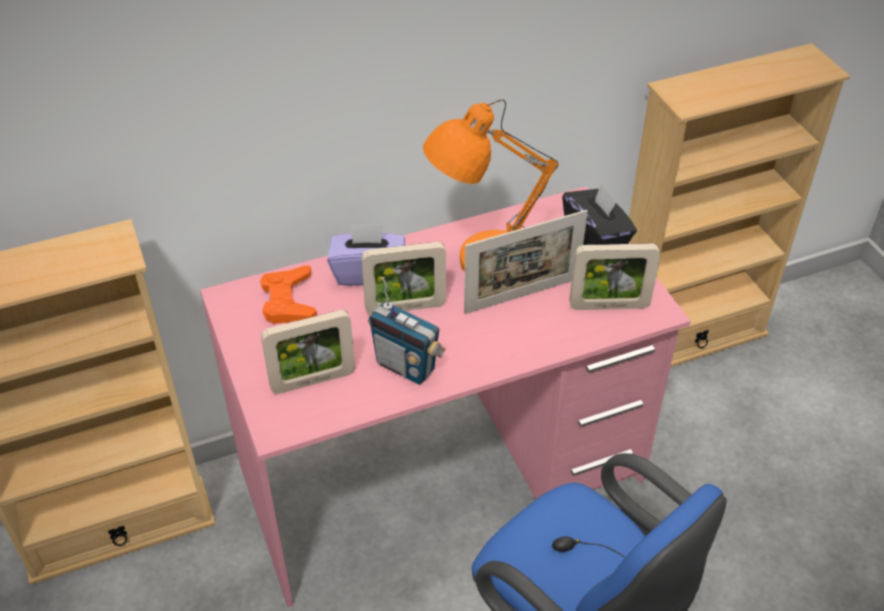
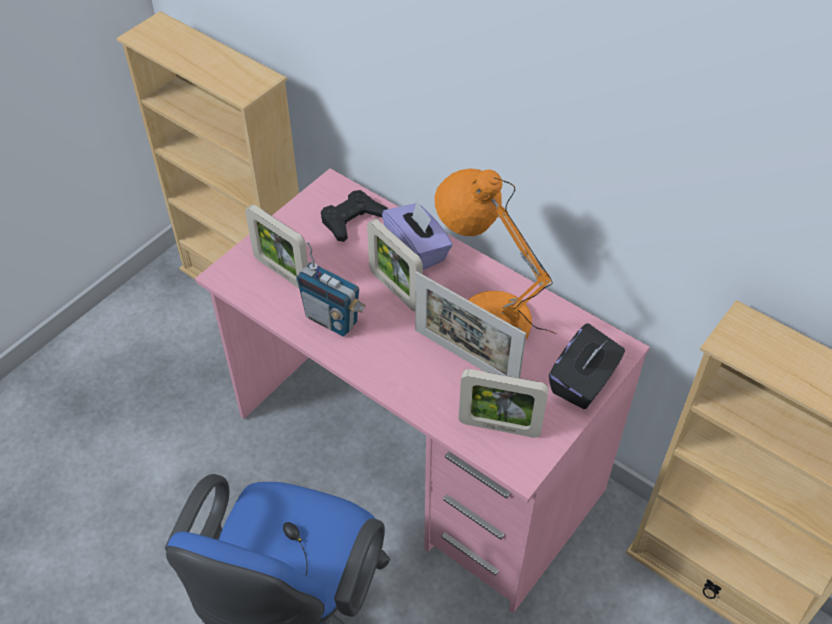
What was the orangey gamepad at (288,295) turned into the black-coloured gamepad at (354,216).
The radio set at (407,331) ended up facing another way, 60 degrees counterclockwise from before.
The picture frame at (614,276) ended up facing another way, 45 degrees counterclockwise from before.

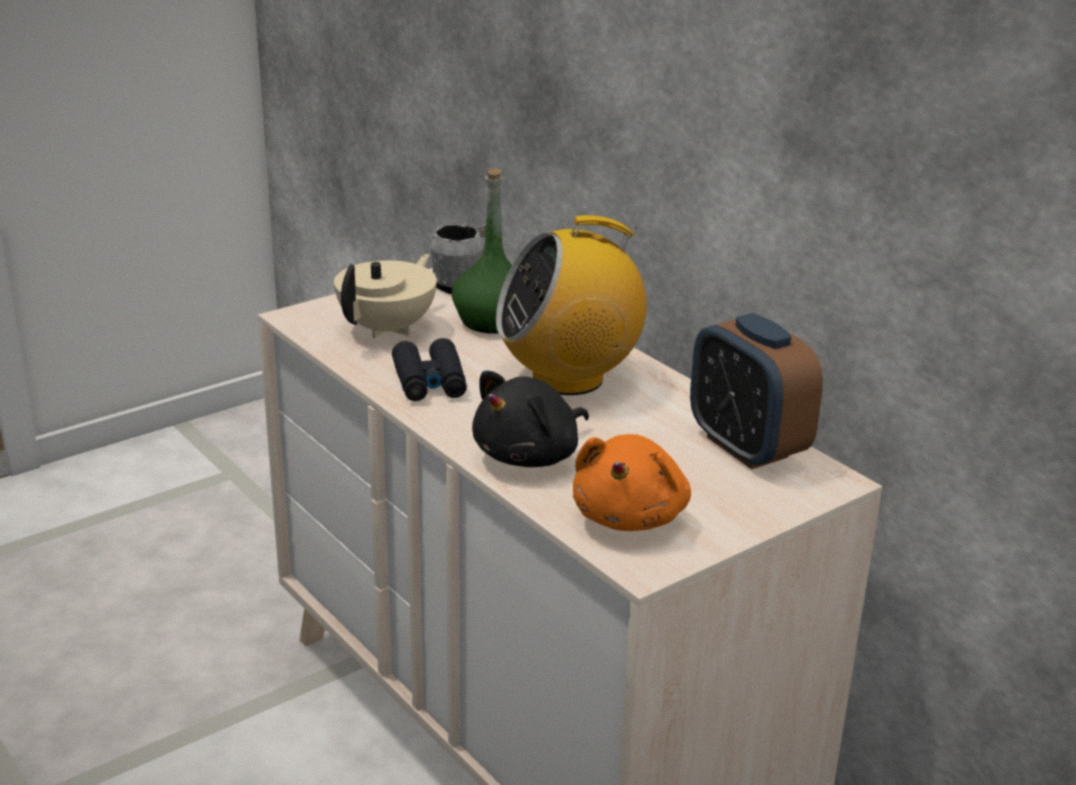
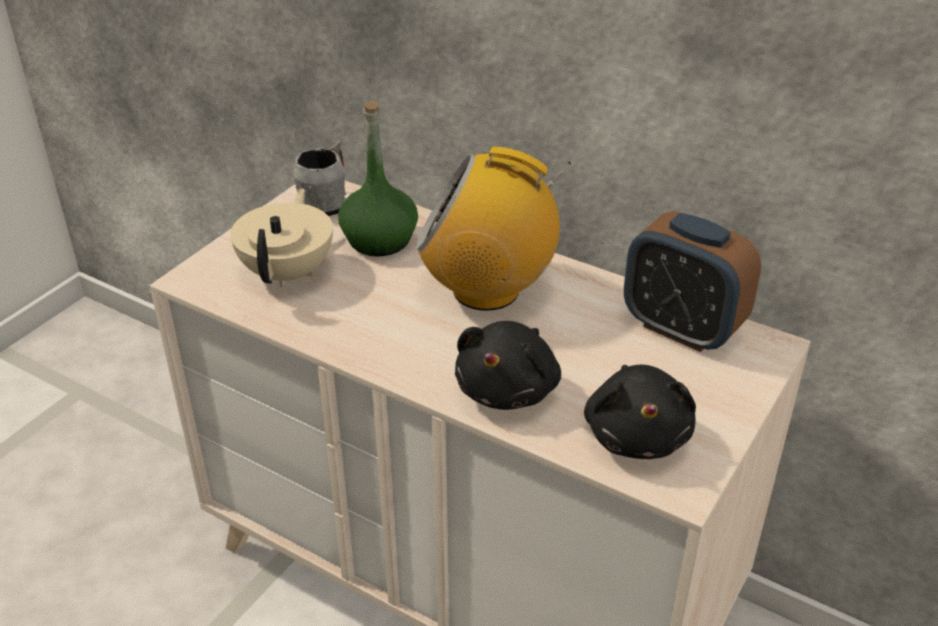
The second view lost the black-coloured pair of binoculars at (429,369).
The radio set at (571,305) ended up facing another way, 45 degrees clockwise from before.
What was the orangey soft toy at (632,482) turned into the black-coloured soft toy at (640,412).

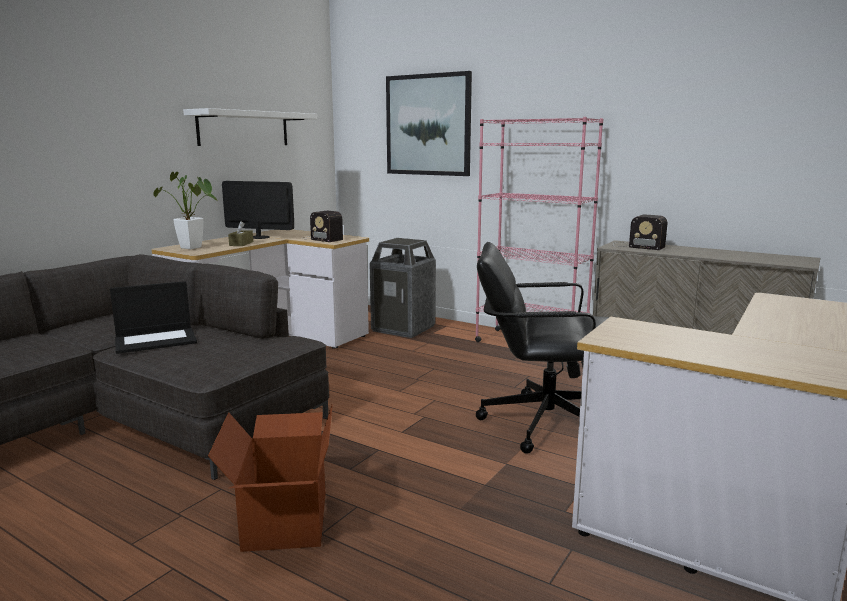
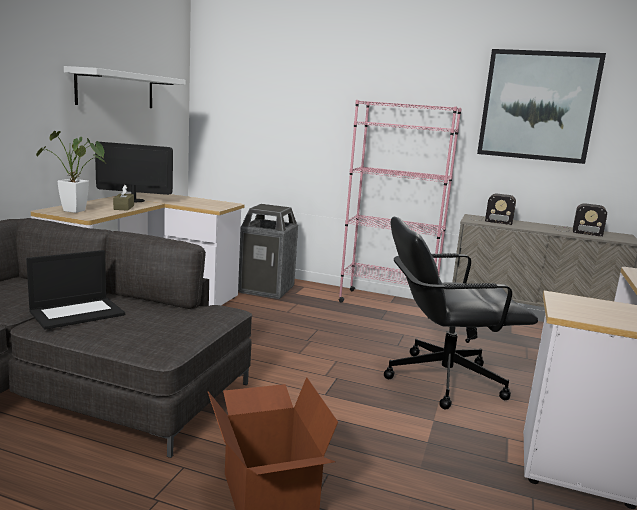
The radio set ended up elsewhere, having gone from (323,226) to (580,220).
The wall art ended up elsewhere, having gone from (429,123) to (541,106).

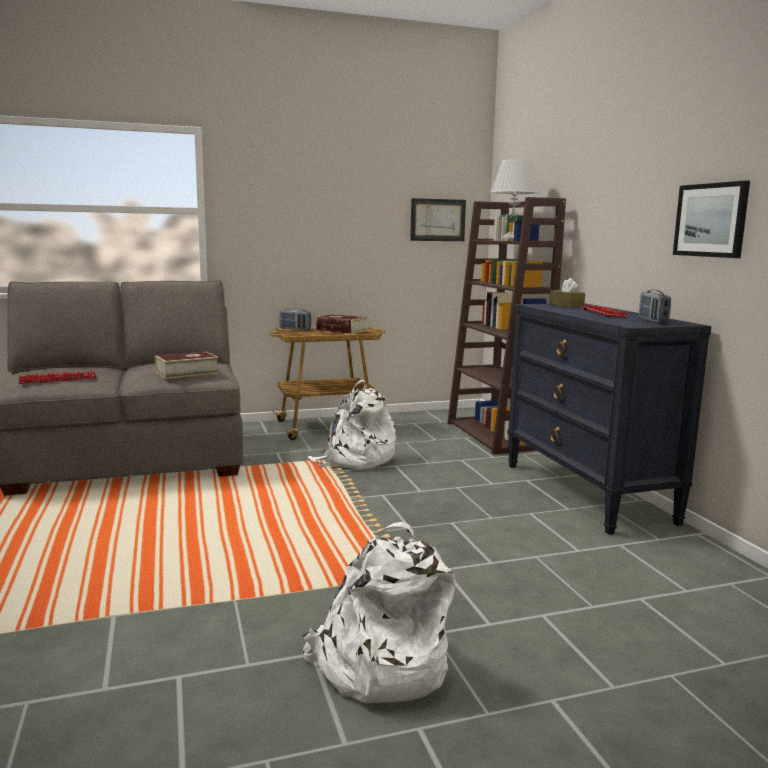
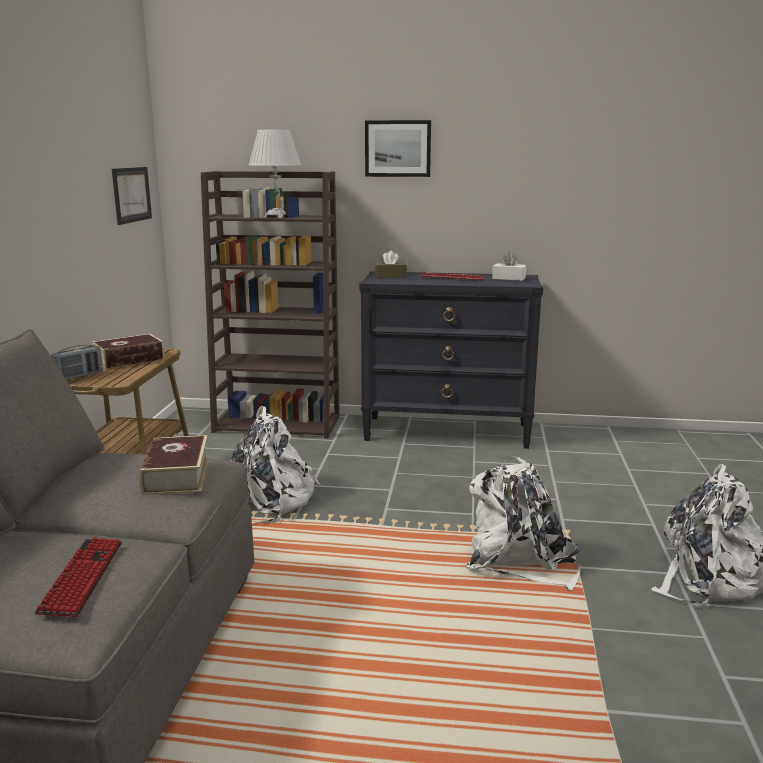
Where the radio set stood at (655,307), the white tissue box came to stand at (509,266).
The wall art ended up elsewhere, having gone from (711,219) to (398,148).
The second view gained the white knapsack at (523,523).

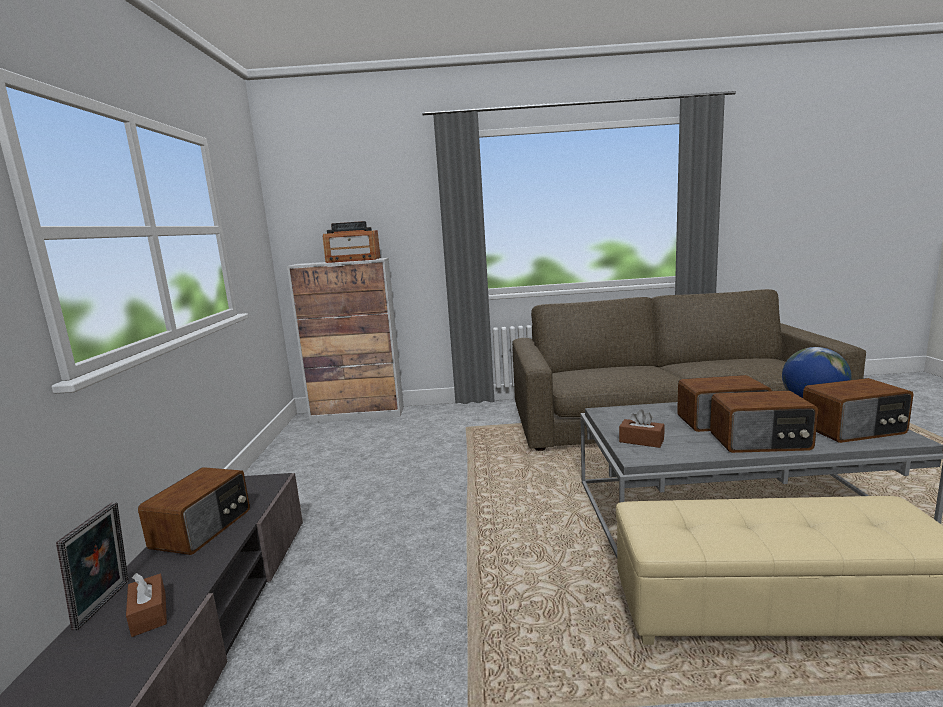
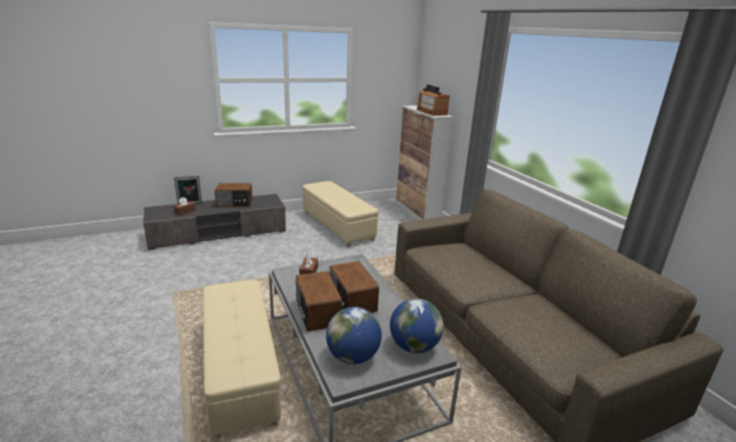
Where the radio set stood at (858,410), the desk globe came to stand at (354,335).
The second view gained the sand-coloured pouffe at (340,214).

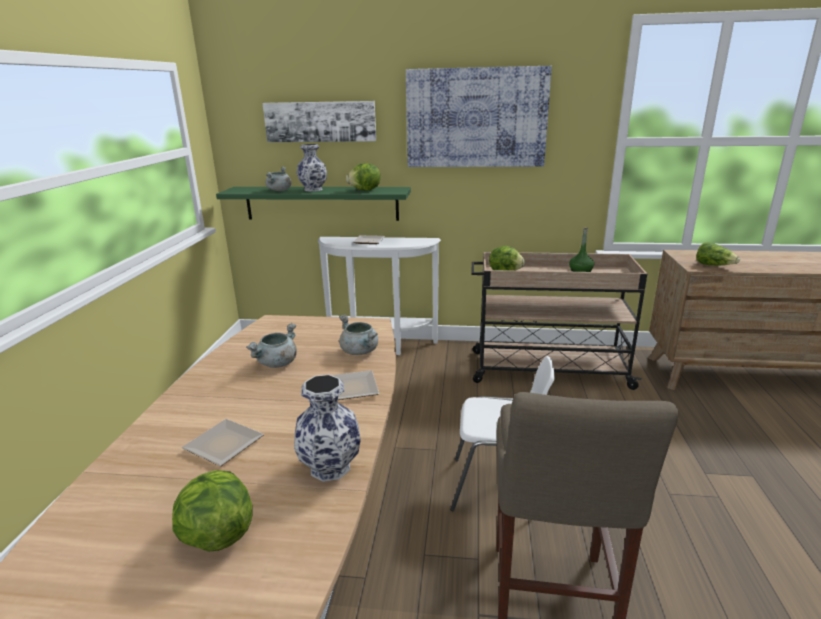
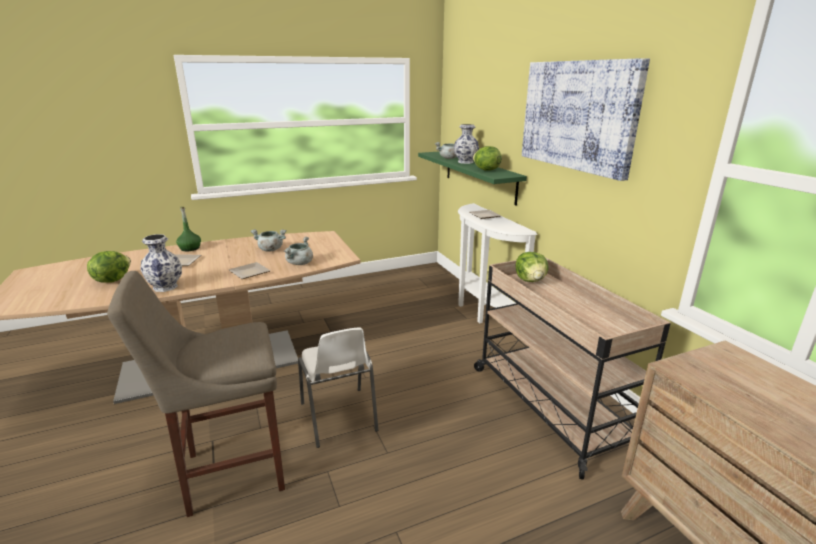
The second view lost the wall art at (319,121).
The green beverage bottle ended up elsewhere, having gone from (581,249) to (188,229).
The second view lost the head of lettuce at (718,253).

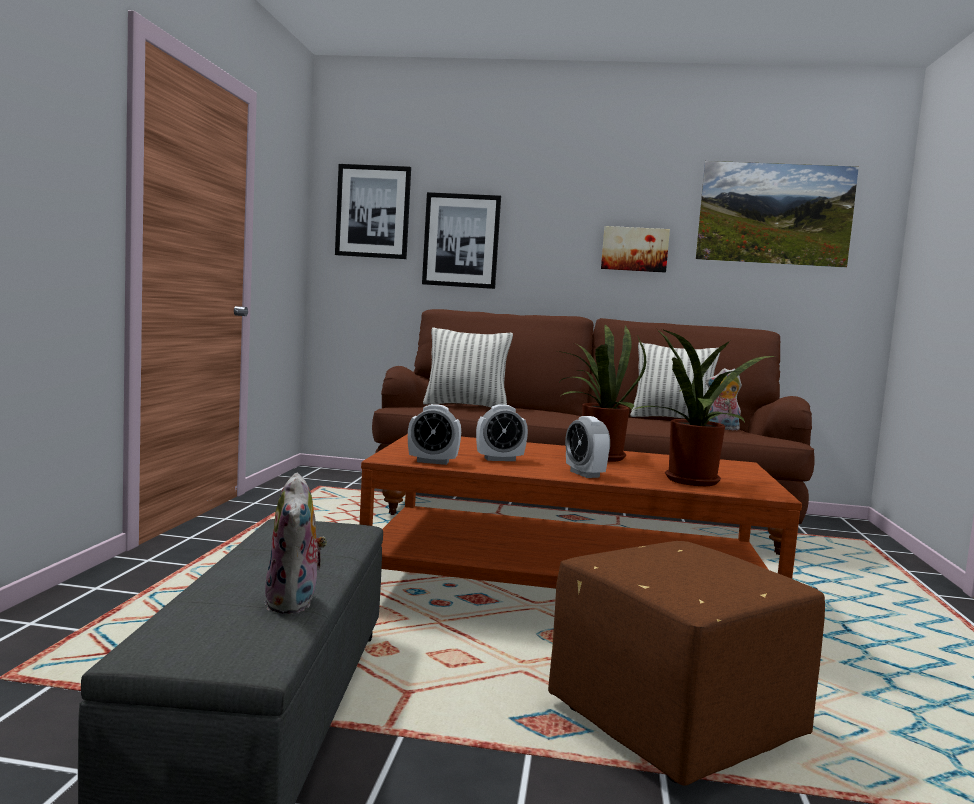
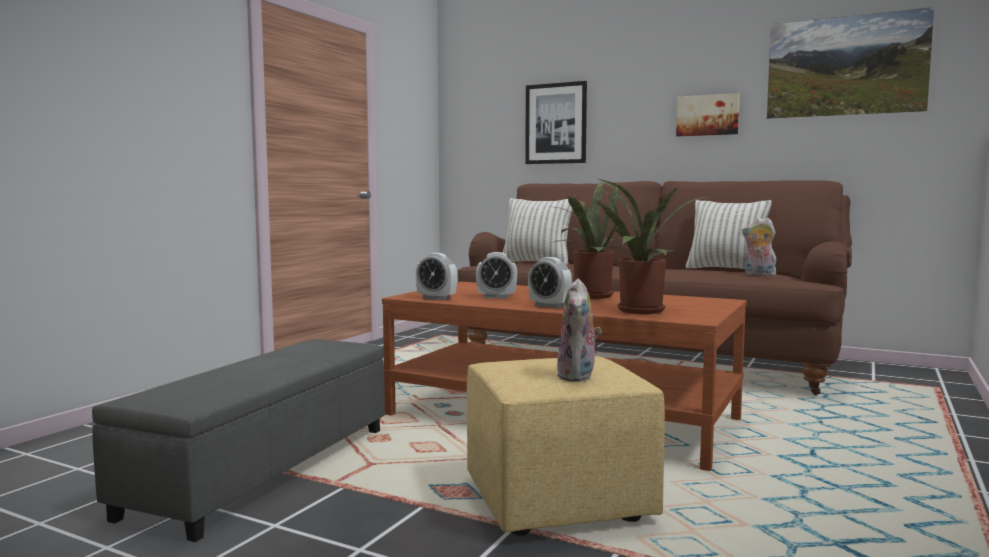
The soft toy ended up elsewhere, having gone from (295,543) to (579,330).
The second view lost the wall art at (373,211).
What was the brown-coloured pouffe at (686,663) turned into the yellow-coloured pouffe at (566,446).
The table clock at (587,447) ended up facing another way, 45 degrees counterclockwise from before.

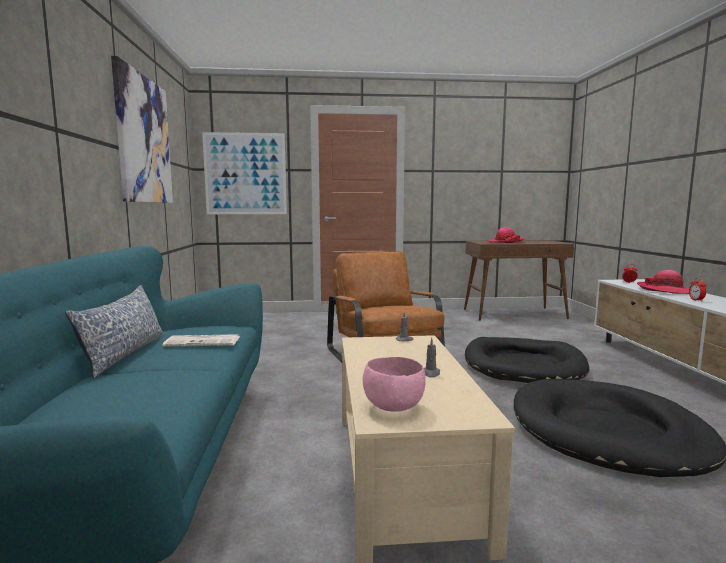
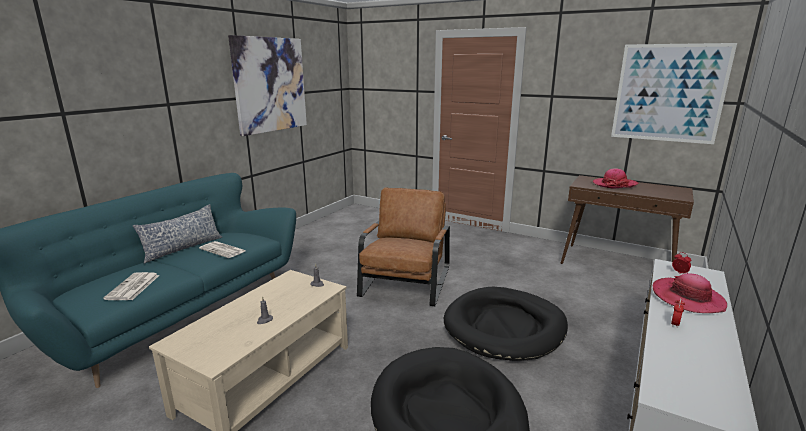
The wall art ended up elsewhere, having gone from (244,173) to (674,93).
The second view lost the pink bowl at (394,384).
The second view gained the daily paper at (131,286).

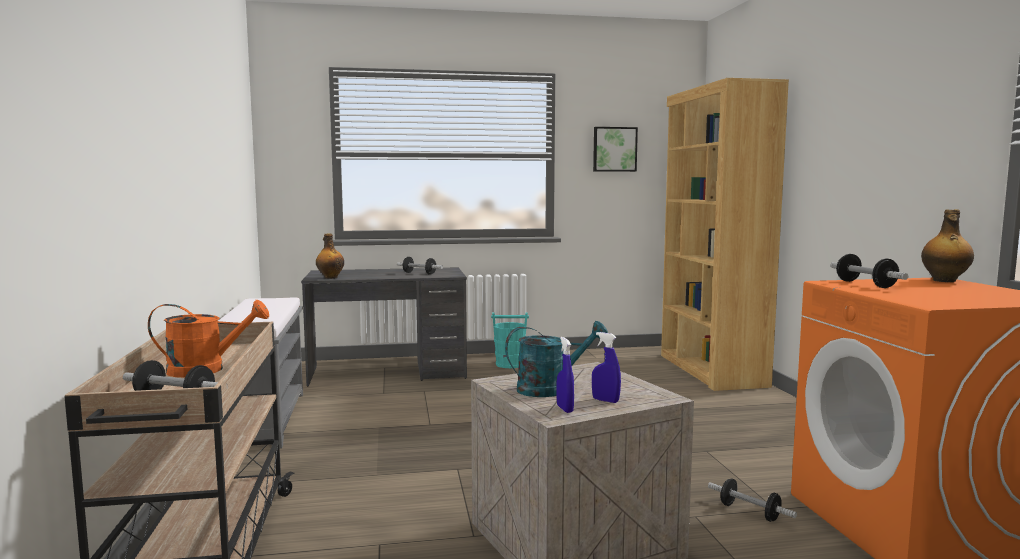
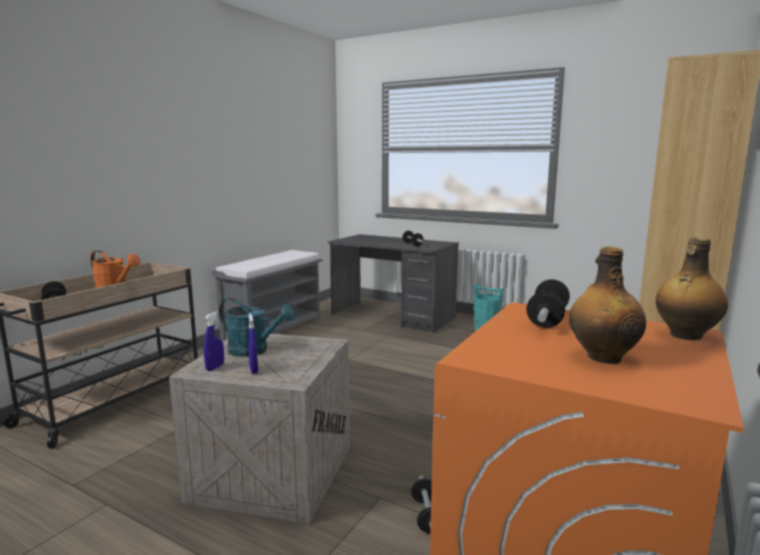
The beverage bottle ended up elsewhere, having gone from (330,256) to (607,305).
The second view lost the wall art at (615,149).

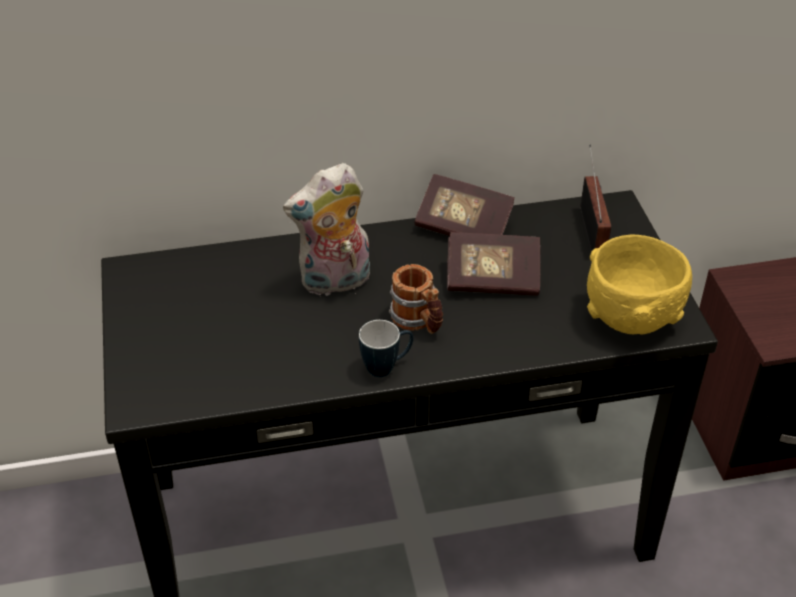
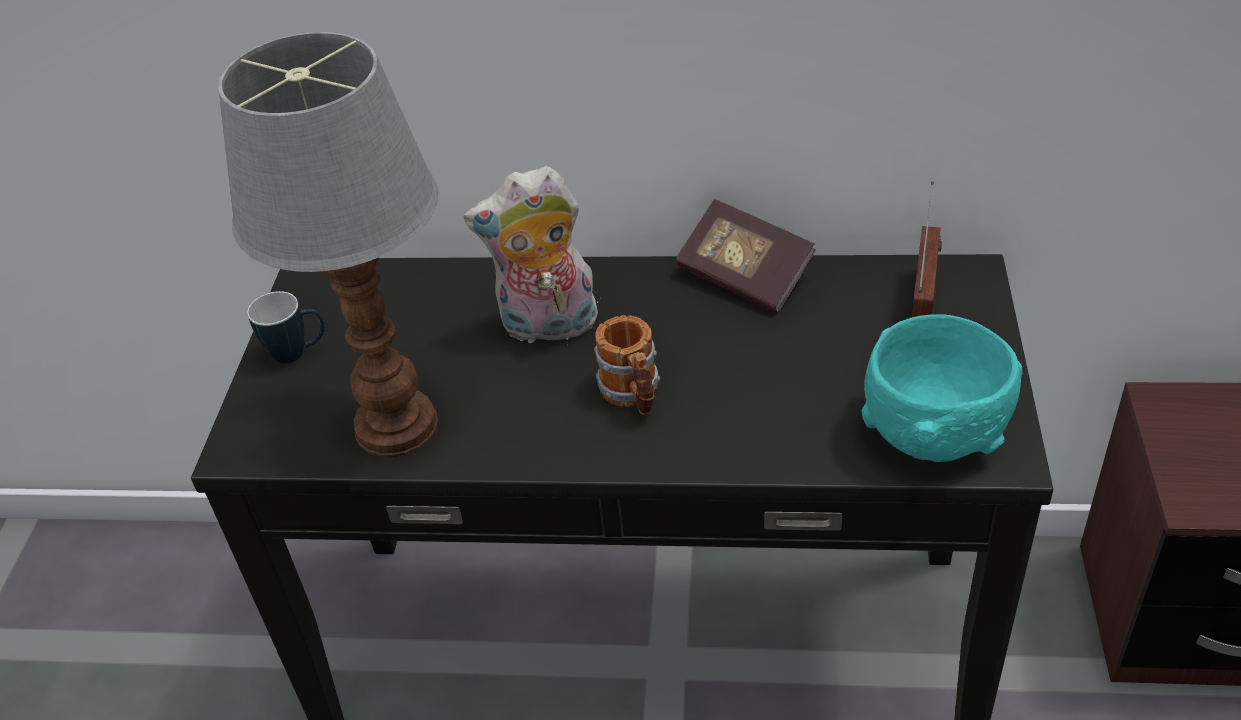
The tea mug ended up elsewhere, having gone from (386,348) to (286,327).
The second view lost the book at (493,264).
What was the yellow-coloured bowl at (639,285) turned into the turquoise bowl at (941,388).
The second view gained the lamp for a table at (328,244).

